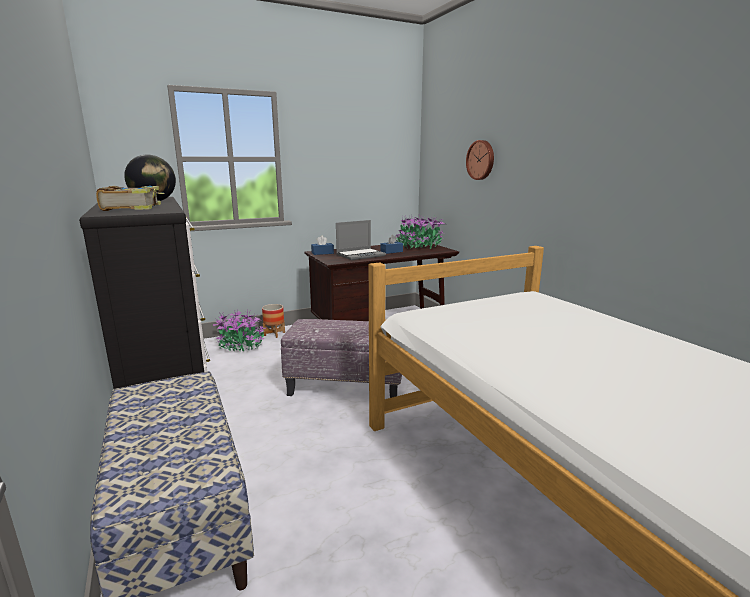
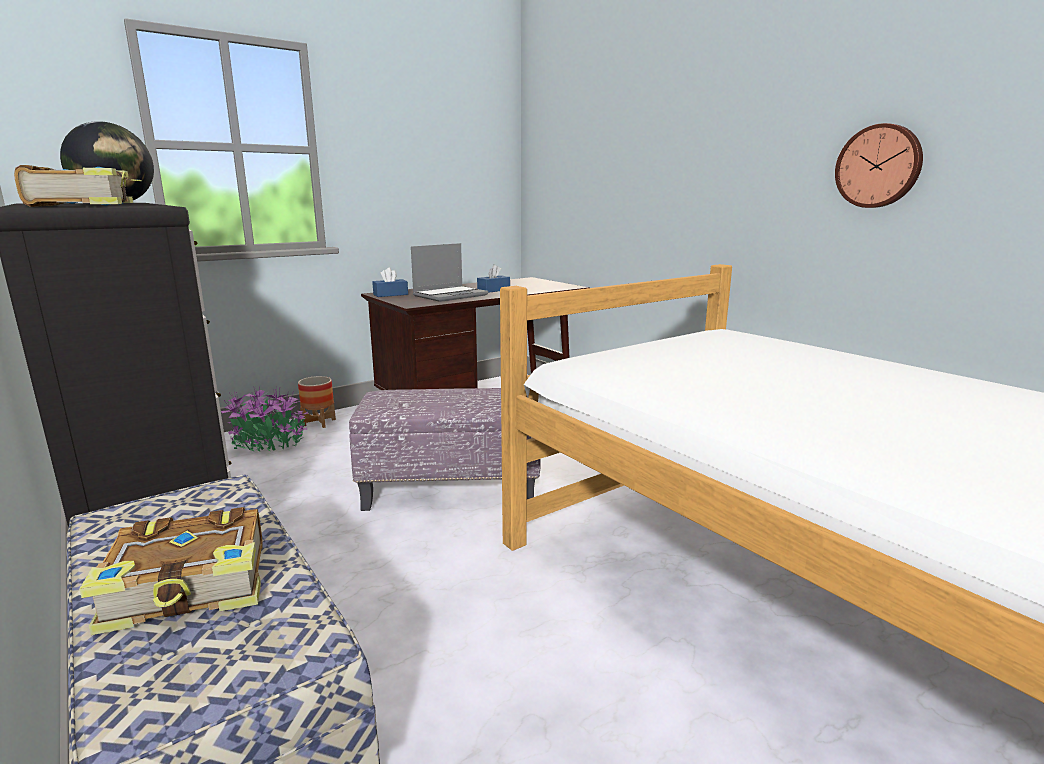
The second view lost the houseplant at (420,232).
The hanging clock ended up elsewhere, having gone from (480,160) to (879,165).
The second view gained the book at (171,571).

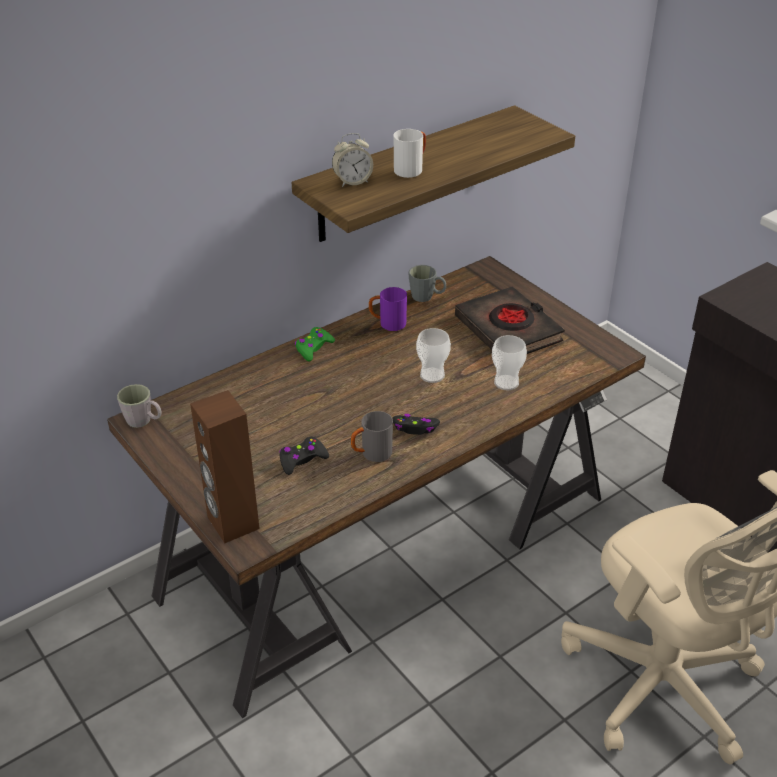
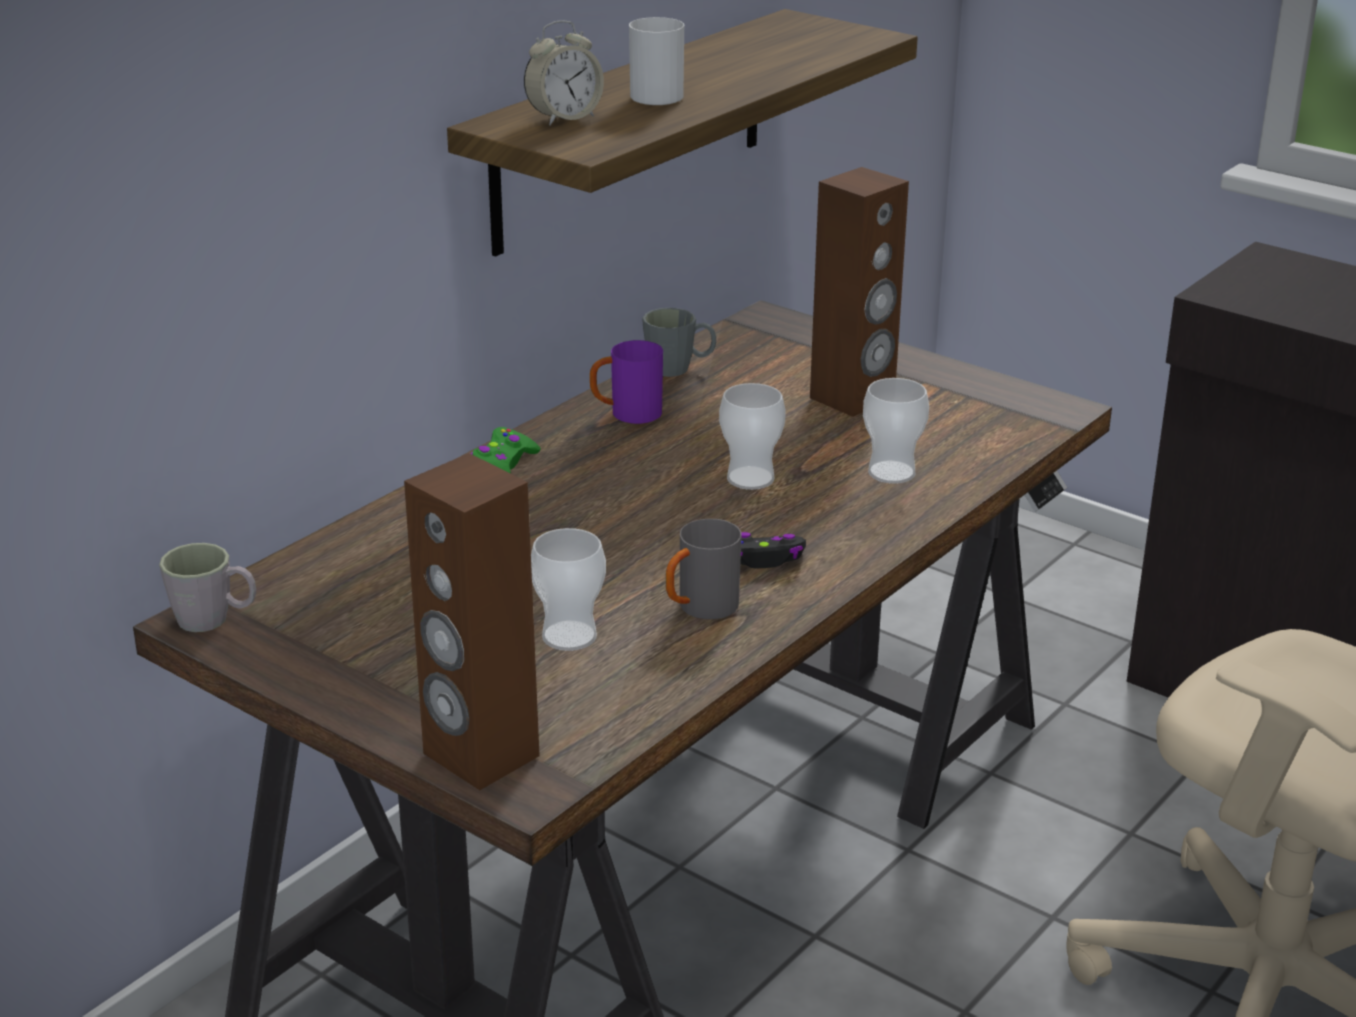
Where the black-coloured gamepad stood at (304,456), the drinking cup came to stand at (568,589).
Where the black-coloured book stood at (510,320), the brown-coloured speaker came to stand at (859,292).

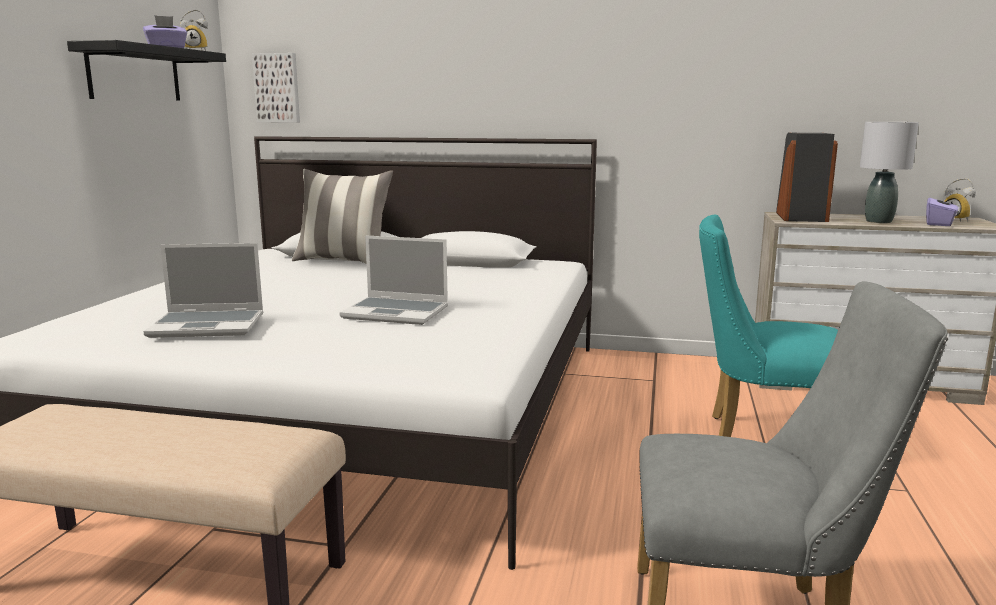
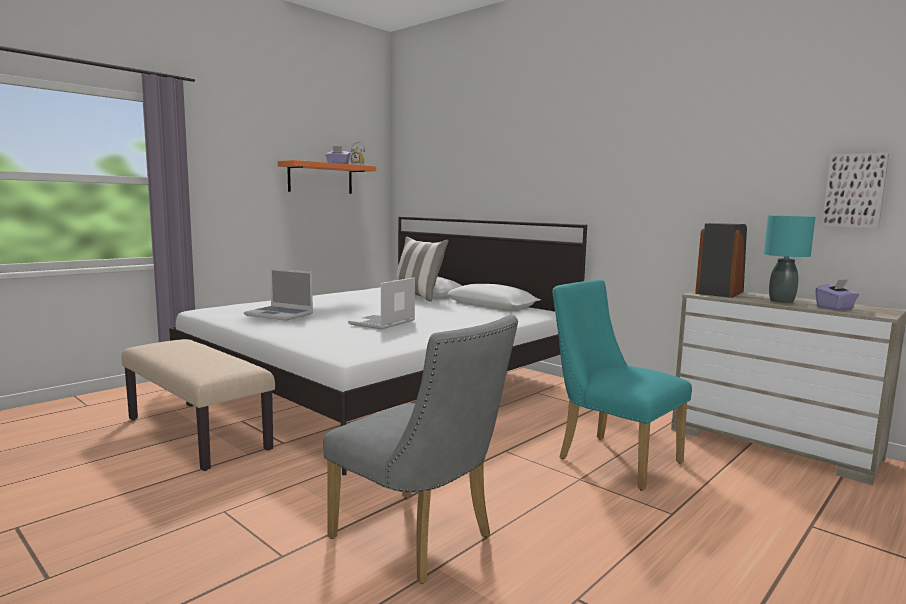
What was the black-coloured shelf at (146,70) turned into the orangey shelf at (327,177).
The wall art ended up elsewhere, having gone from (276,87) to (855,190).
The portable computer at (393,280) ended up facing another way, 75 degrees clockwise from before.
What was the greyish lamp for a table at (889,172) turned into the turquoise lamp for a table at (789,259).
The second view lost the table clock at (960,200).

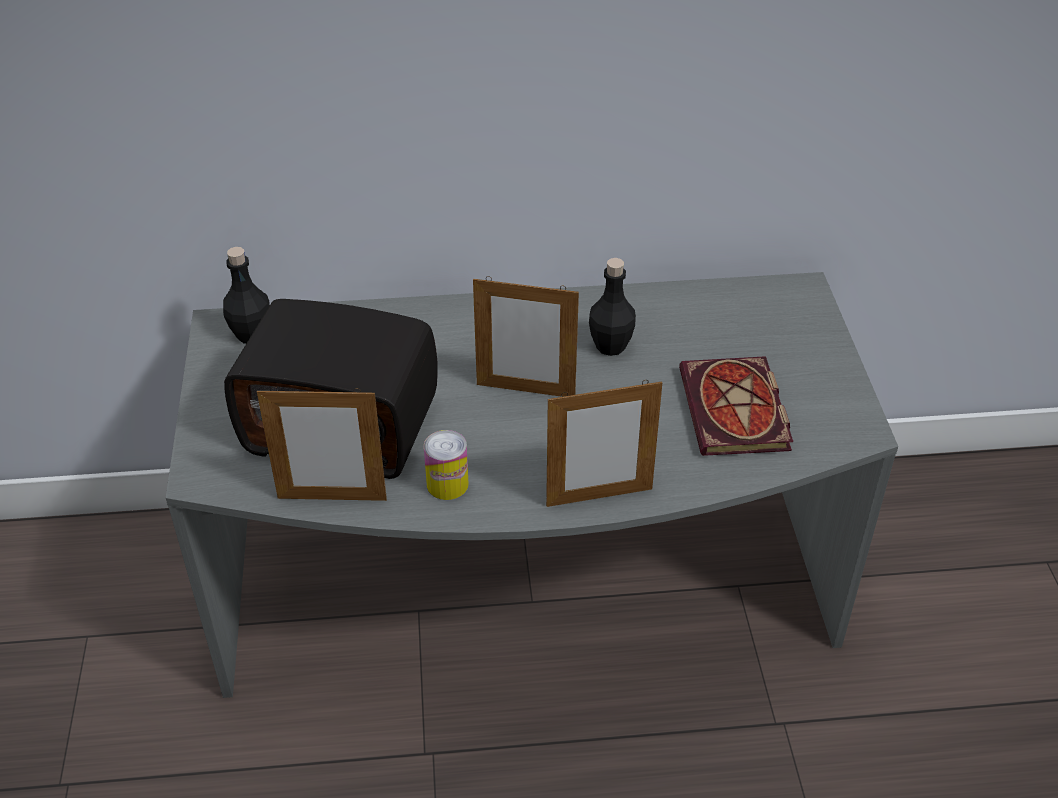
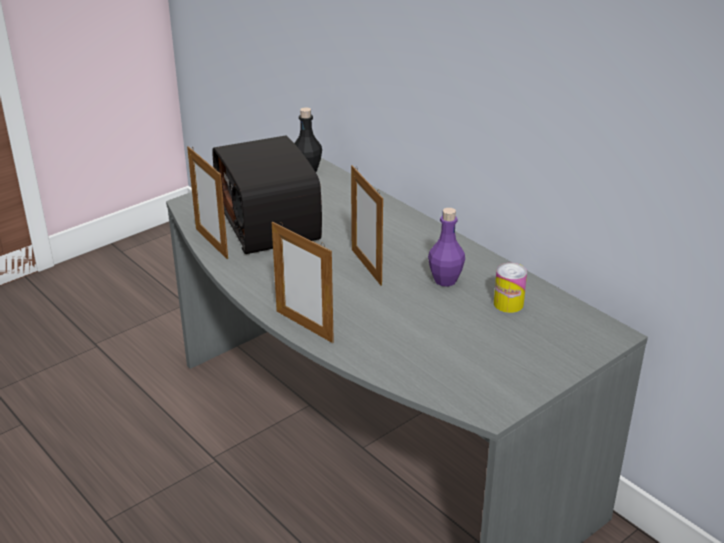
The can ended up elsewhere, having gone from (446,465) to (510,288).
What was the black-coloured beverage bottle at (612,307) turned into the purple beverage bottle at (446,247).
The second view lost the book at (736,406).

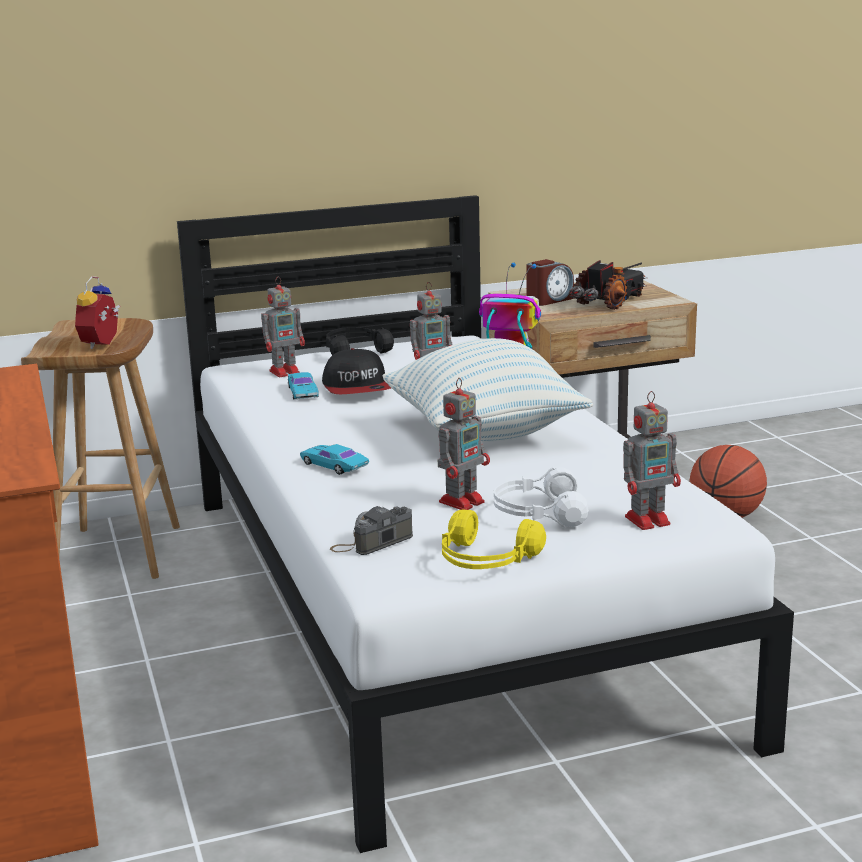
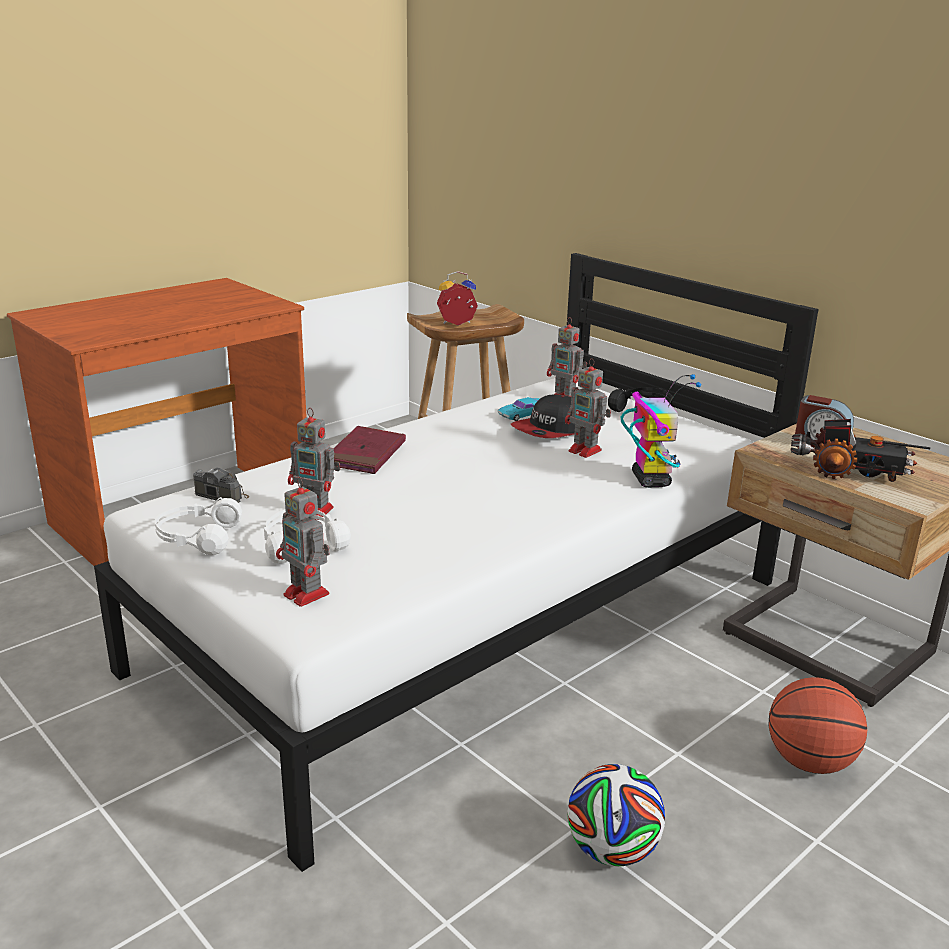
Where the turquoise miniature car stood at (334,459), the red book came to stand at (369,450).
The second view lost the throw pillow at (488,390).
What was the yellow-coloured pair of headphones at (494,539) turned into the white pair of headphones at (198,526).
The second view gained the ball for football at (616,815).

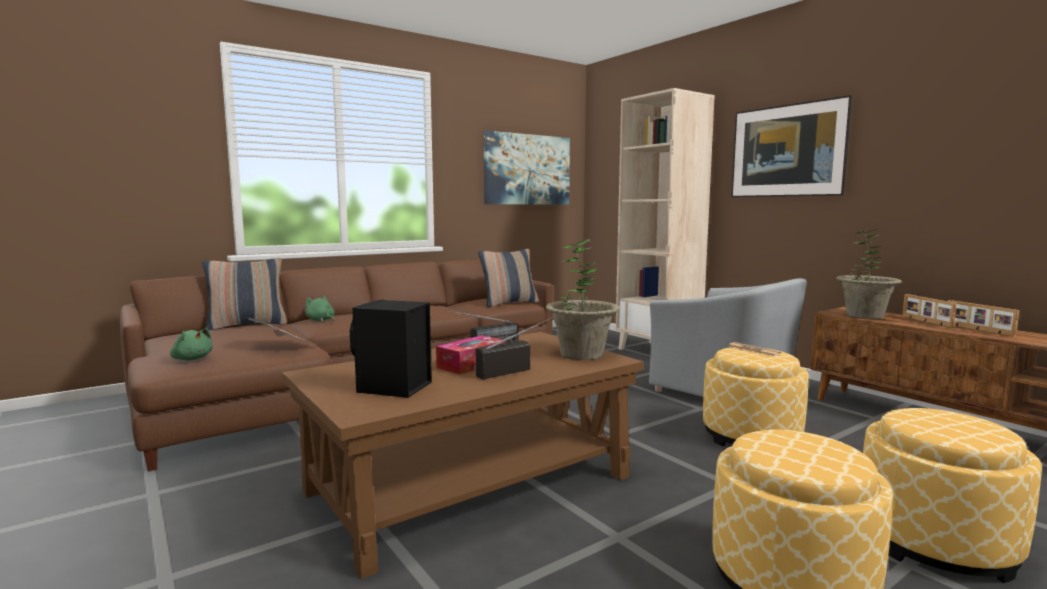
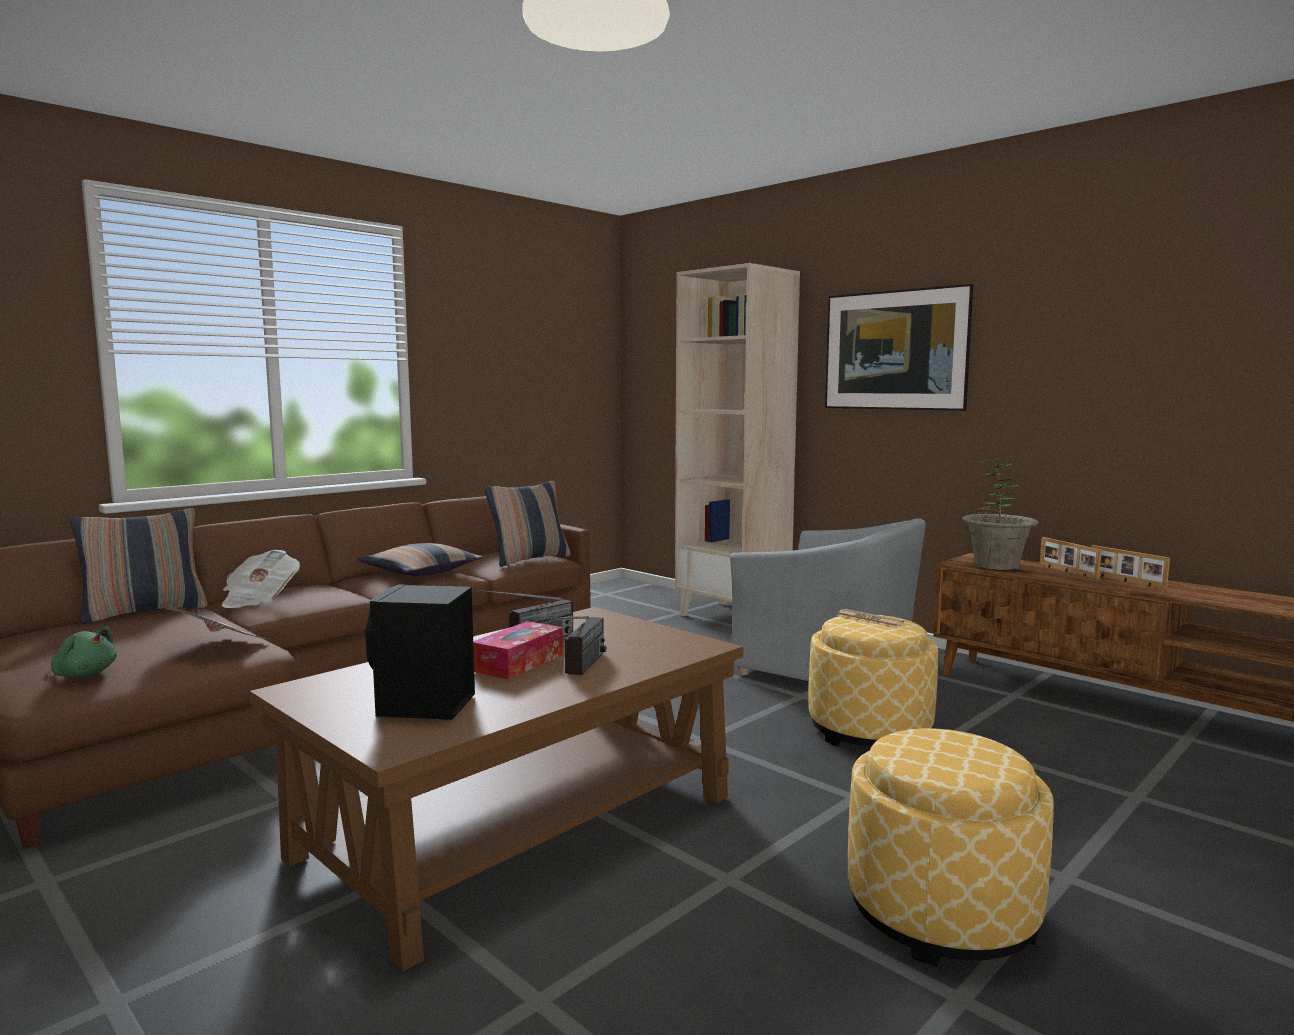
Where the green soft toy stood at (320,308), the daily paper came to stand at (261,579).
The radio set at (514,348) ended up facing another way, 150 degrees clockwise from before.
The second view lost the wall art at (527,167).
The second view lost the houseplant at (583,299).
The second view lost the pouffe at (952,495).
The second view gained the throw pillow at (420,559).

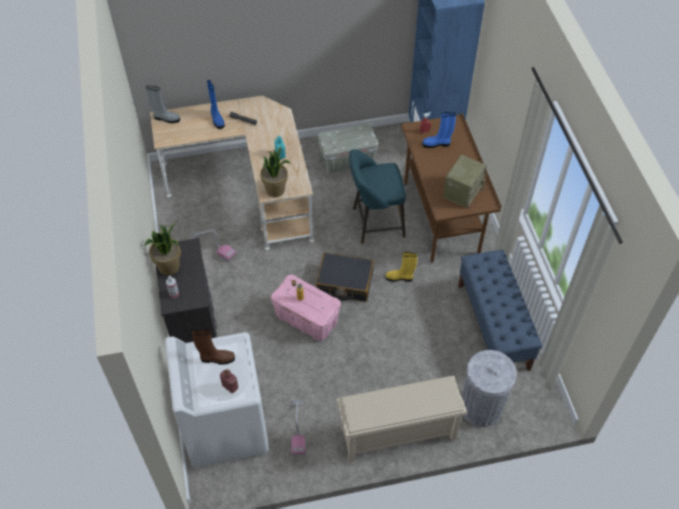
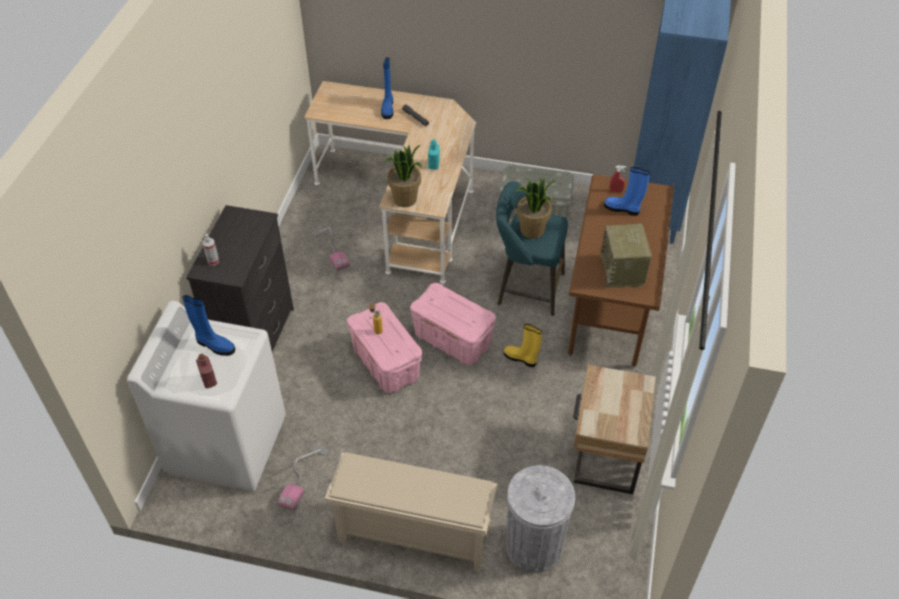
The houseplant ended up elsewhere, having gone from (162,249) to (536,208).
The second view lost the greyish high-top boot at (163,104).
What was the brown-coloured high-top boot at (213,347) turned into the blue high-top boot at (208,325).
Where the black-coloured suitcase stood at (345,277), the pink storage box came to stand at (453,324).
The radio set at (465,181) ended up facing another way, 120 degrees clockwise from before.
Where the blue long seat stood at (500,310), the sand-coloured nightstand came to stand at (614,429).

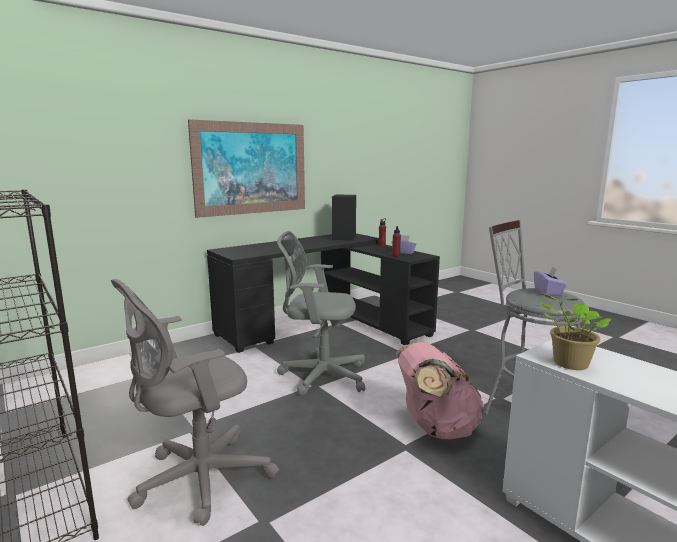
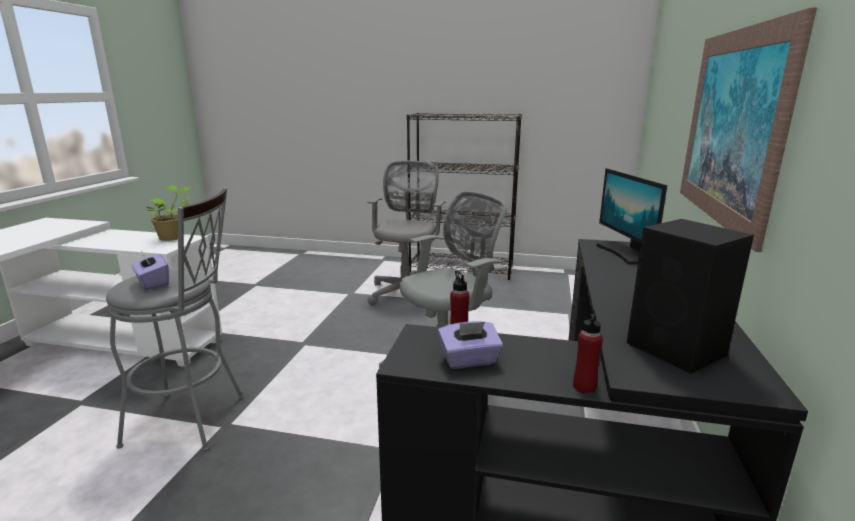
The second view lost the pink knapsack at (440,390).
The second view gained the monitor at (631,216).

